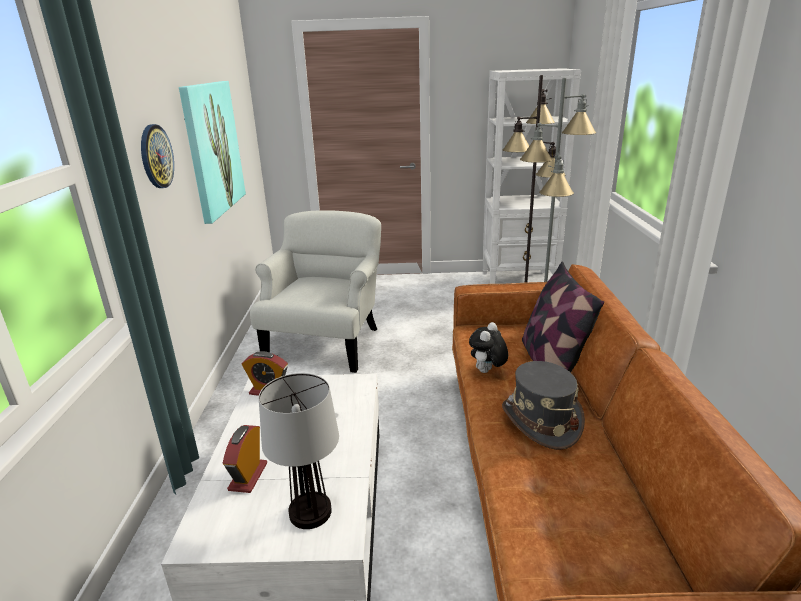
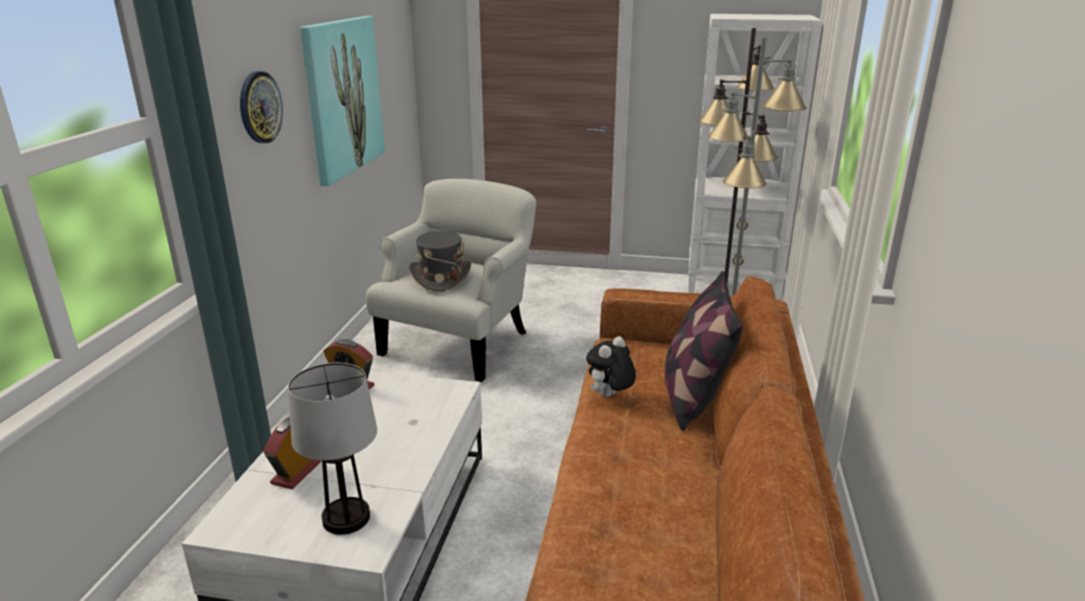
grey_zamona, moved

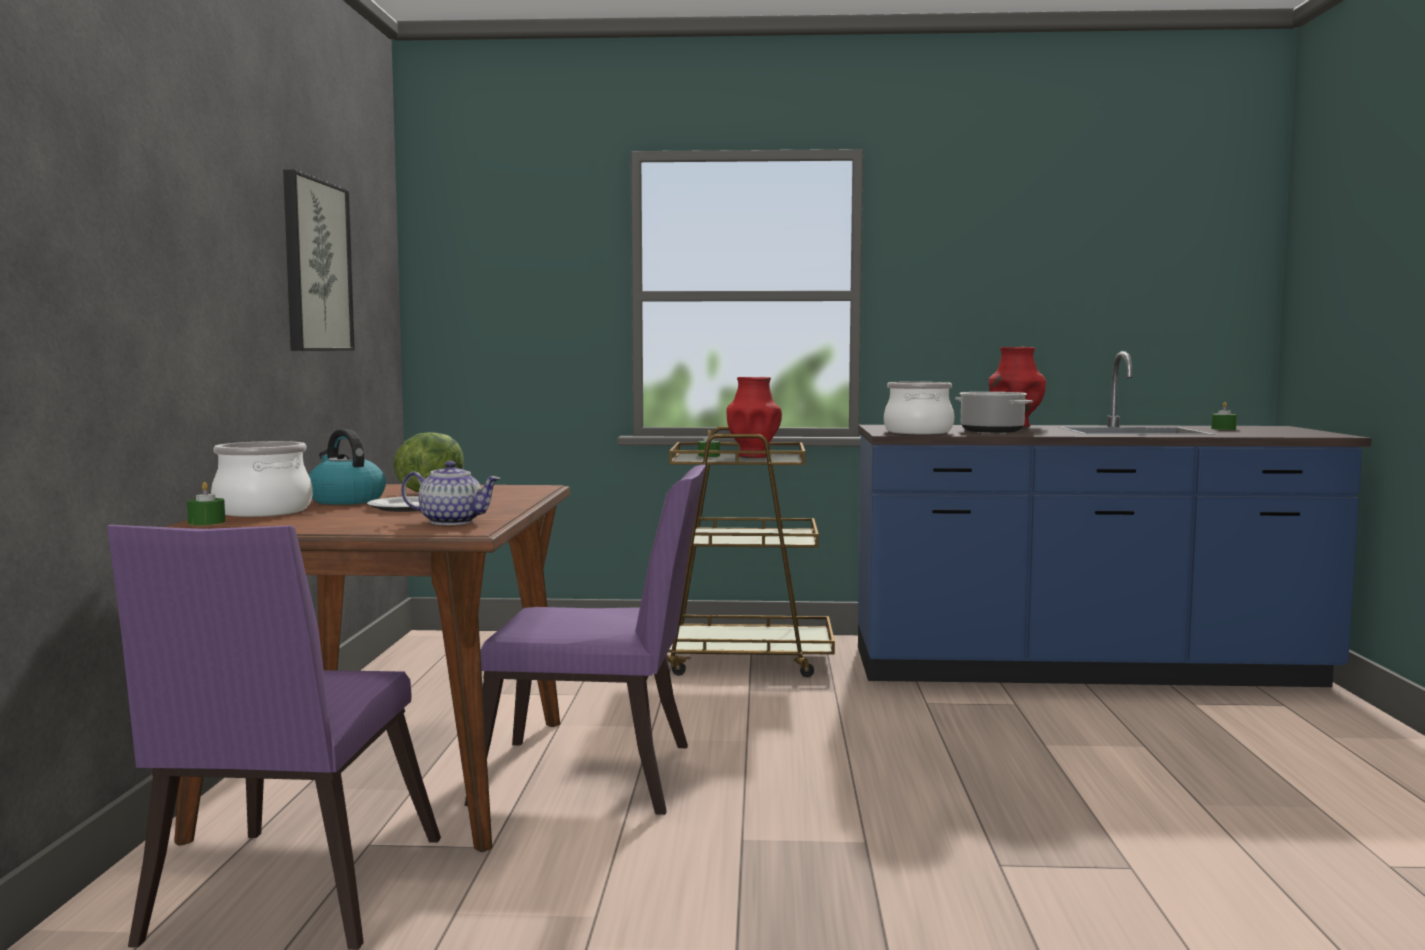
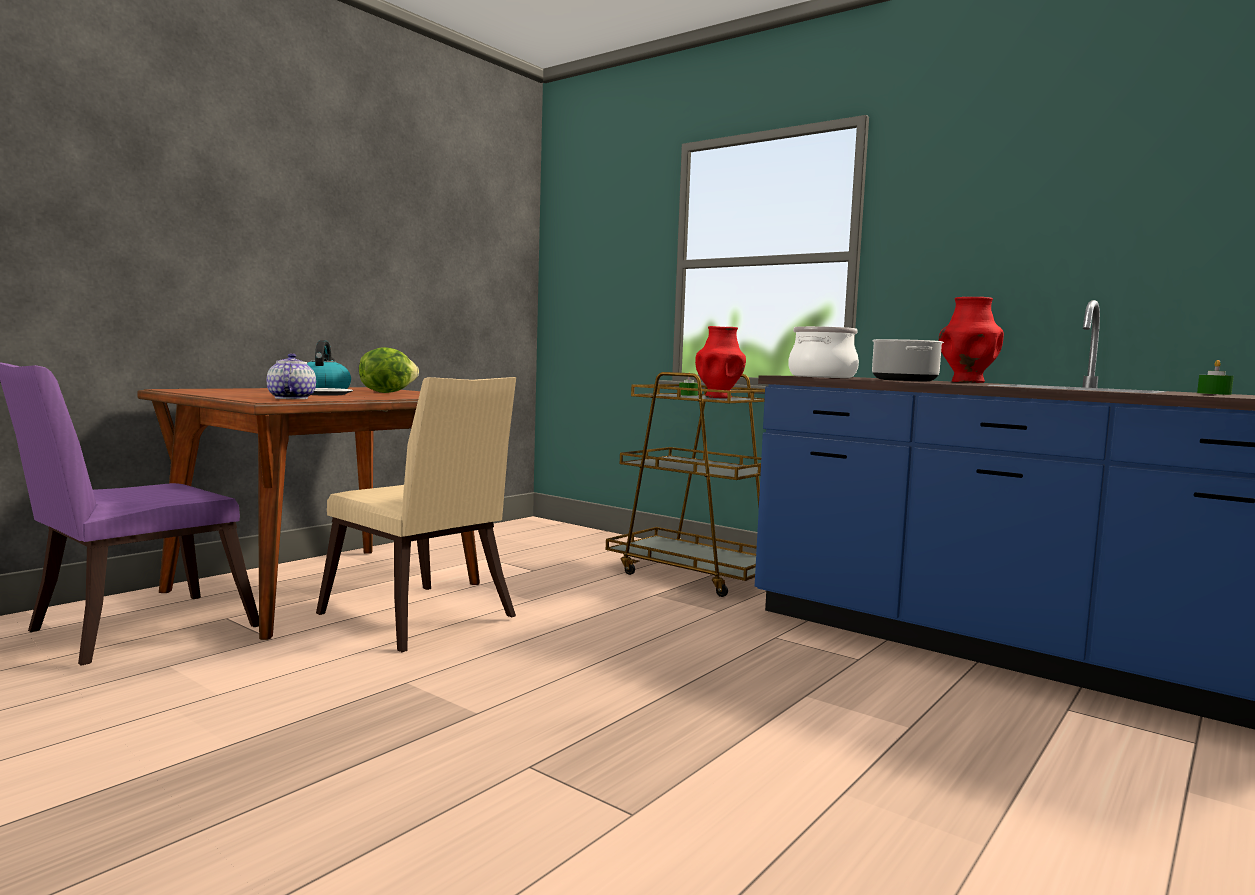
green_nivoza (1st from left) -> none
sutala (1st from left) -> none
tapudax -> none
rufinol, 150 degrees counterclockwise
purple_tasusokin (2nd from left) -> beige_tasusokin

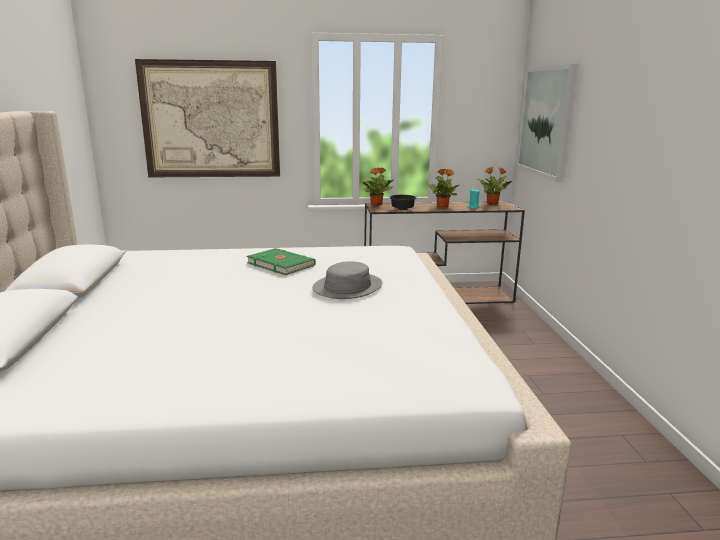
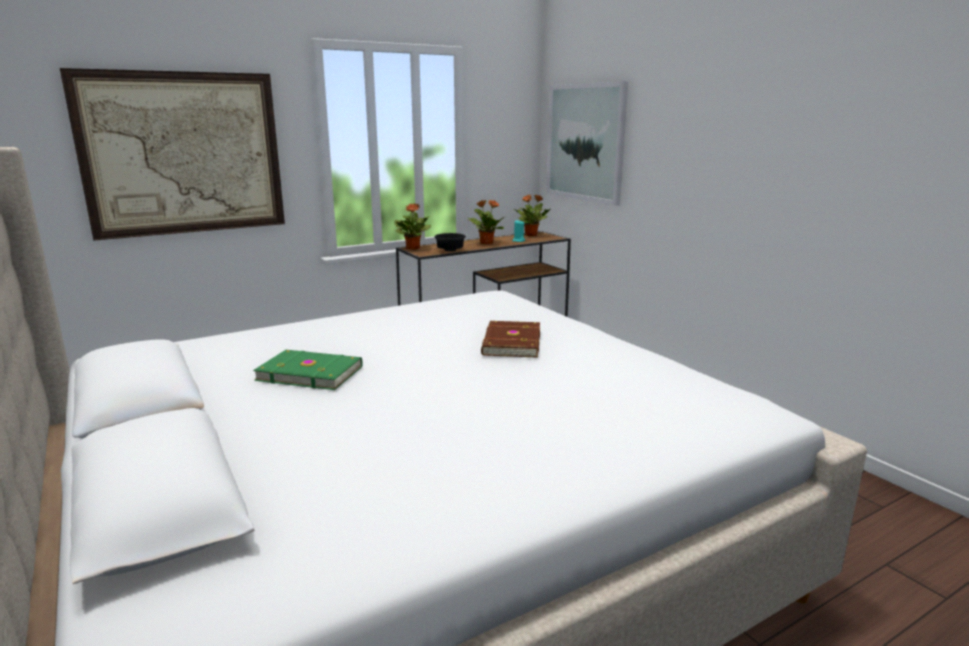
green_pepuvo, moved
grey_zamona -> brown_pepuvo

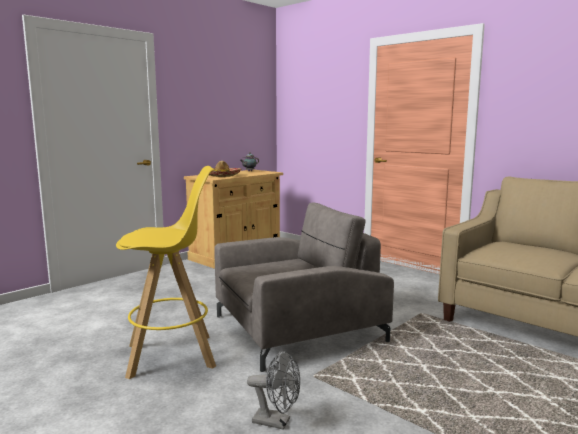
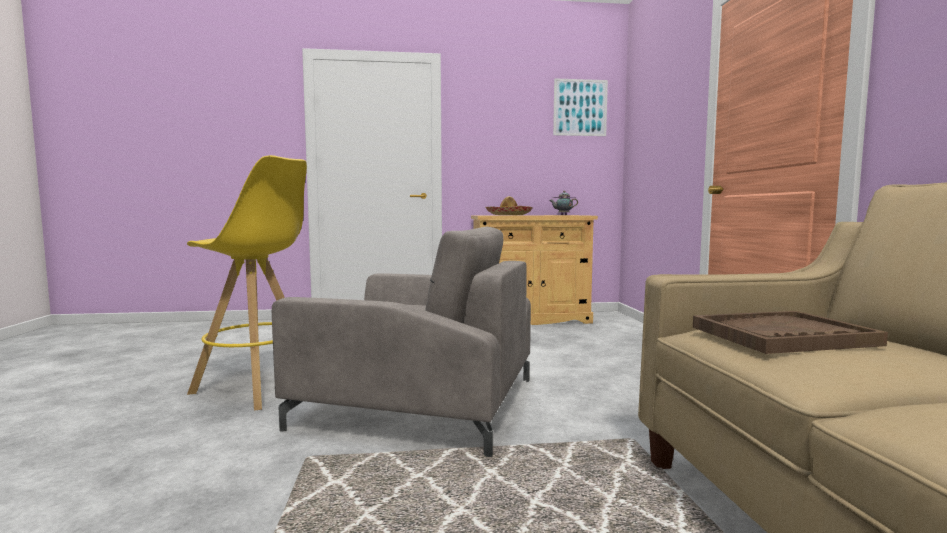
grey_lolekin -> none
none -> tapudax
none -> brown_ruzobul

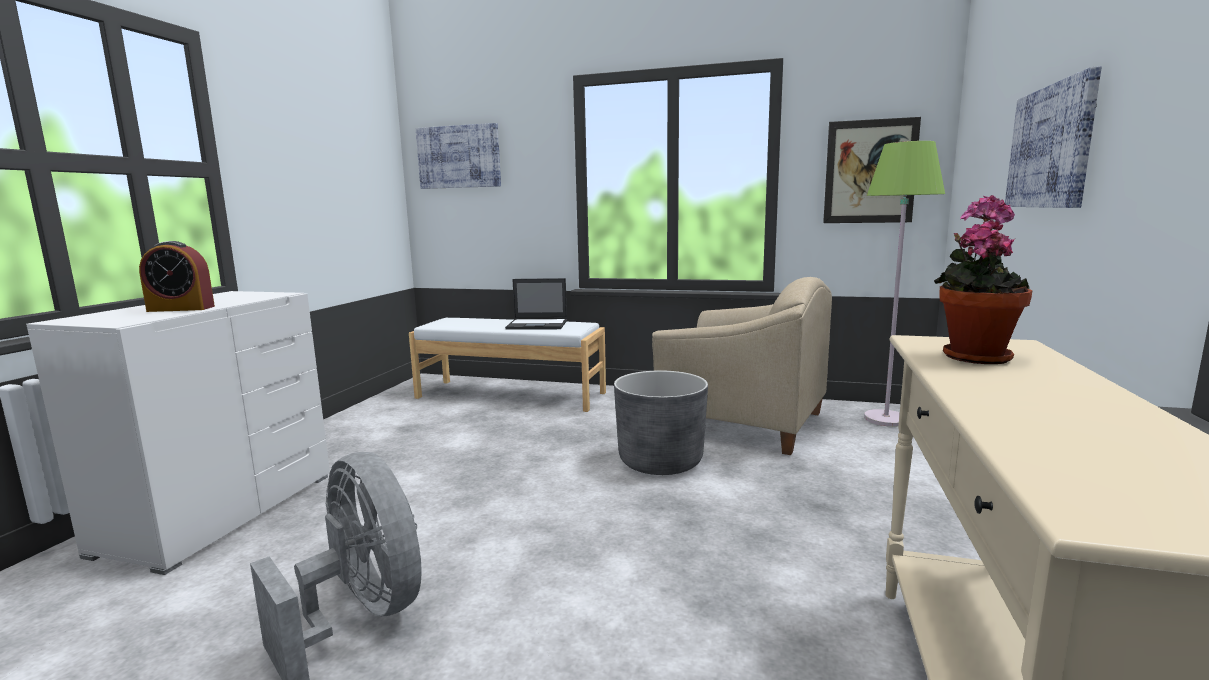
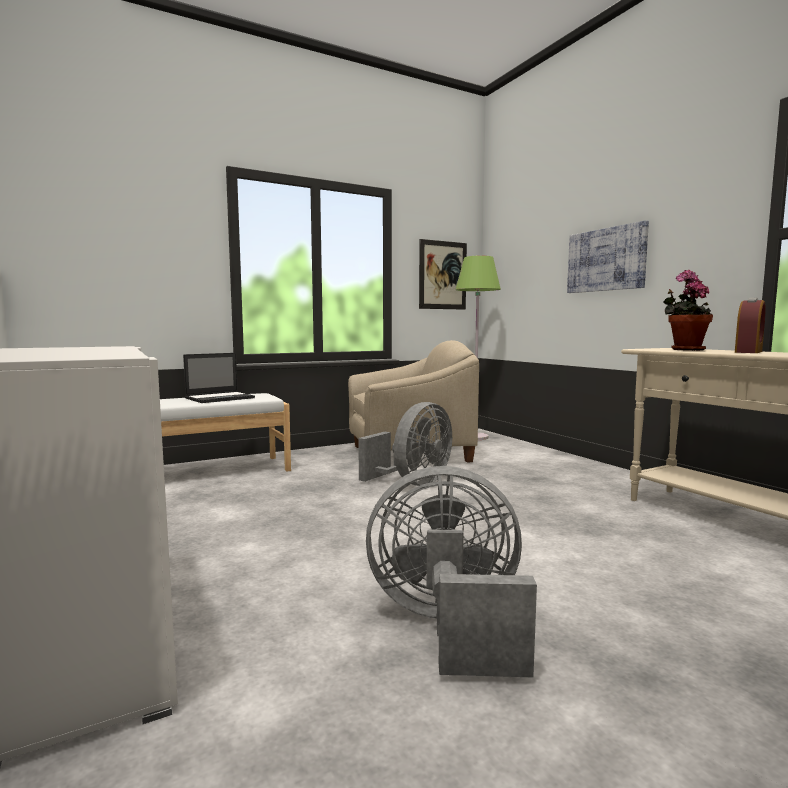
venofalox, moved
tapudax (1st from left) -> none
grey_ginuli -> grey_lolekin (1st from left)

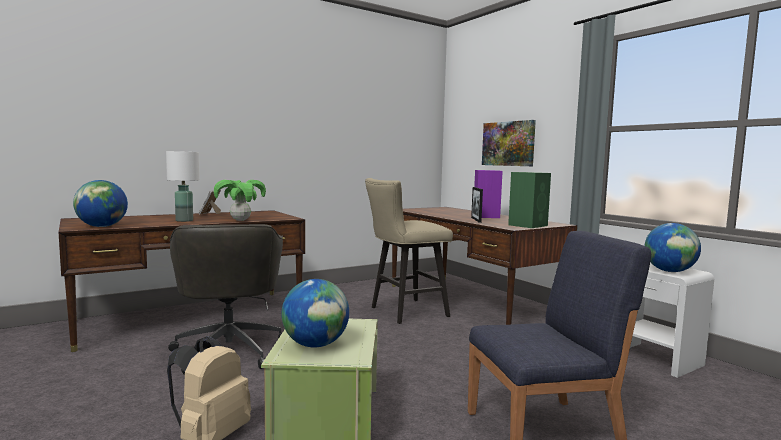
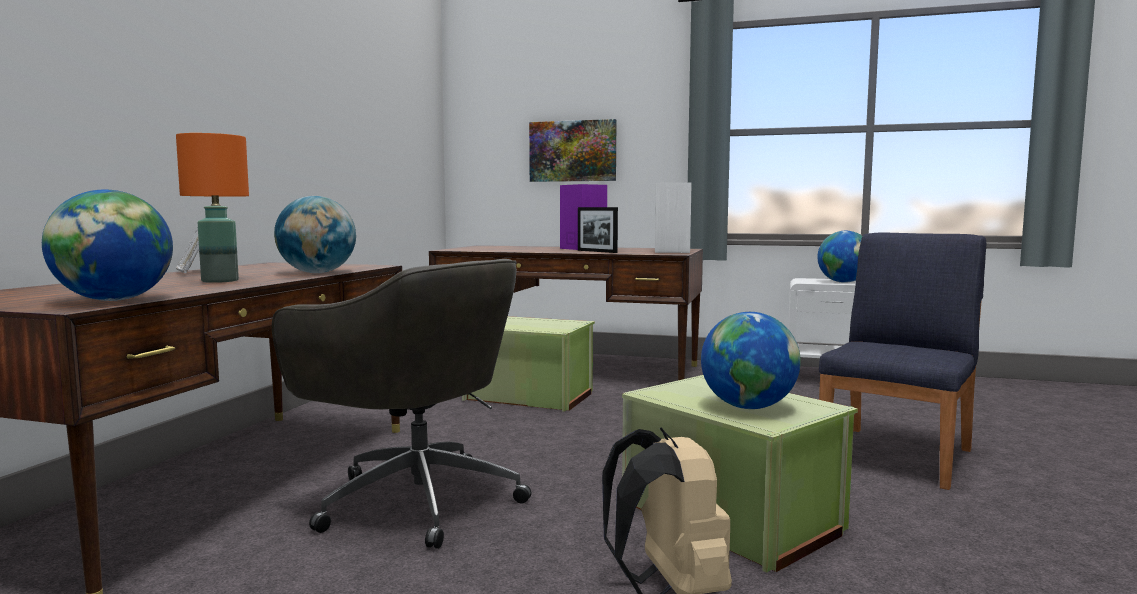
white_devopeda -> orange_devopeda
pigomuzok -> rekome (2nd from left)
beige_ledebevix -> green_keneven (1st from left)
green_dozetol -> white_dozetol

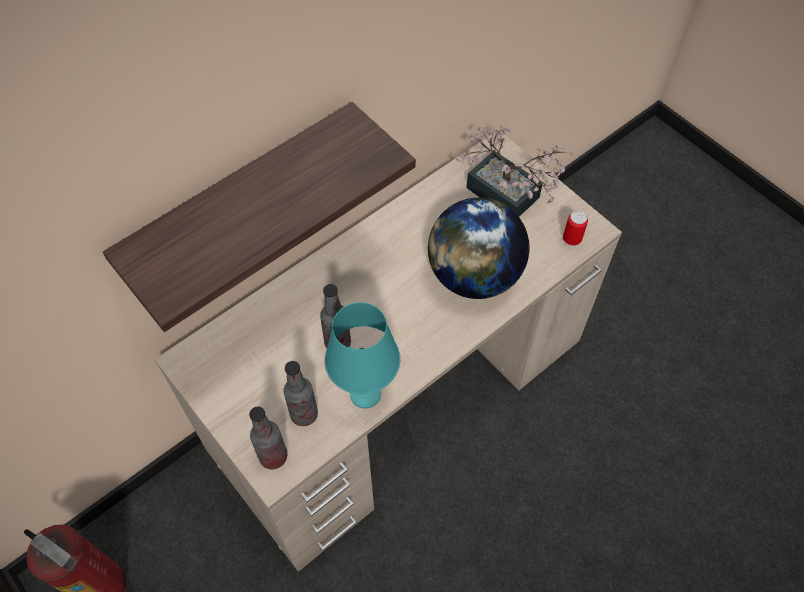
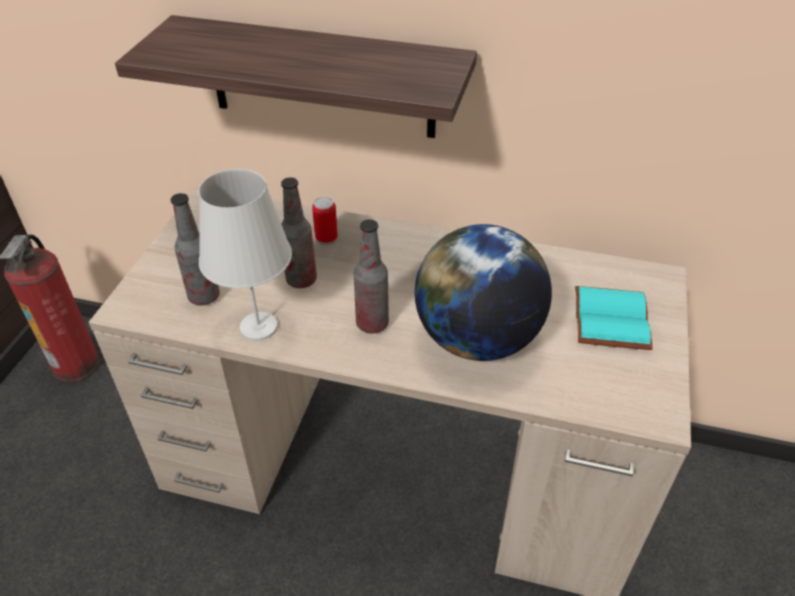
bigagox (1st from left in the first image) -> bigagox (3rd from left), moved
turquoise_devopeda -> white_devopeda
pigomuzok -> turquoise_pepuvo
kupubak, moved

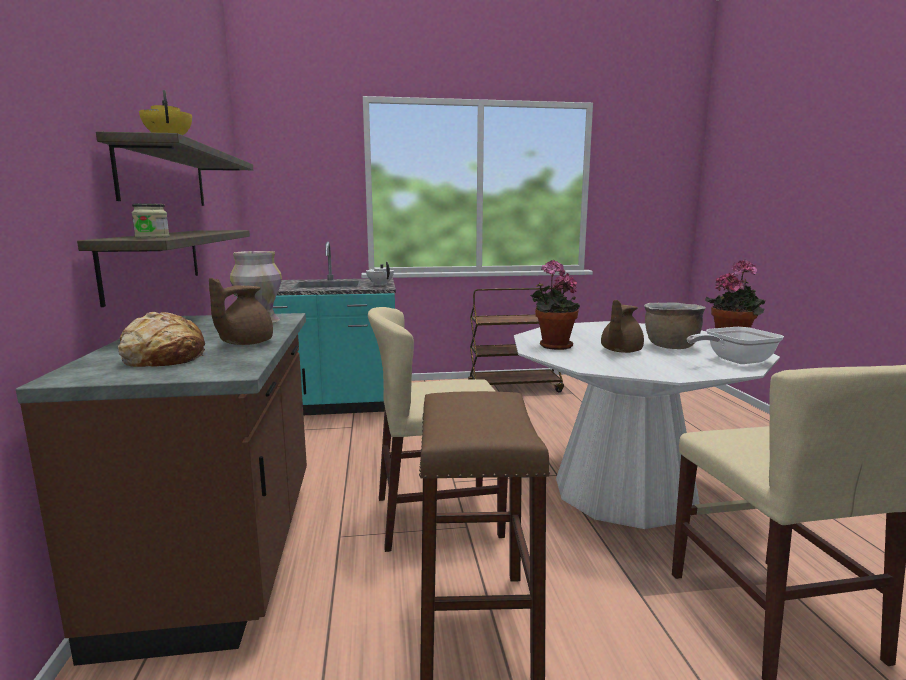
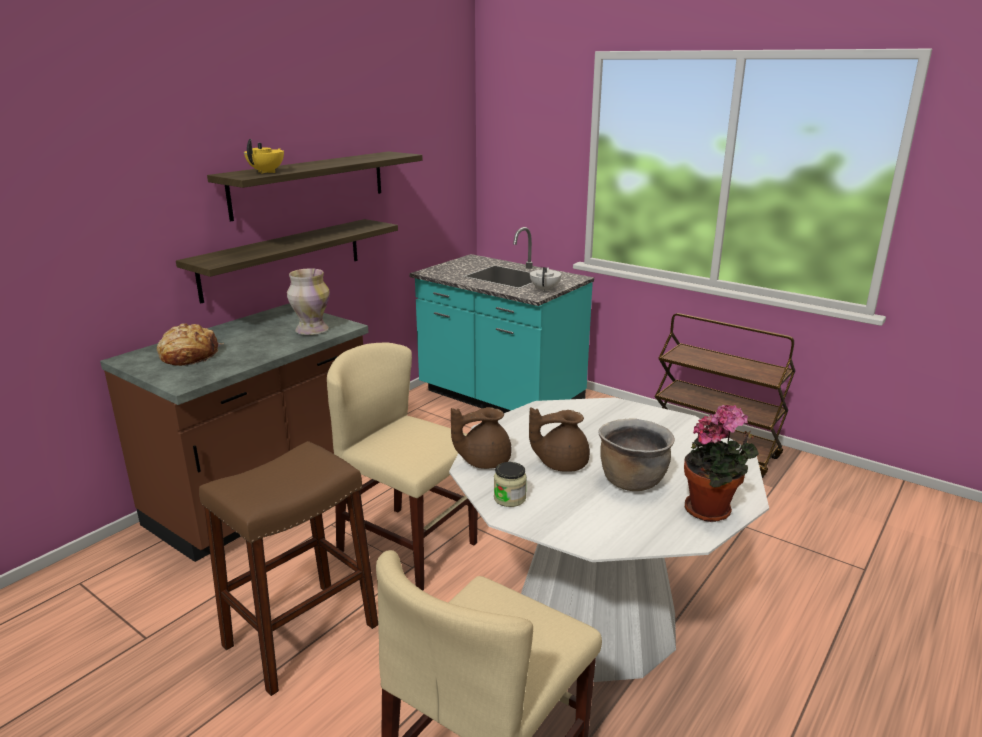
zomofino, moved
brown_rufinol (1st from left), moved
pigomuzok (1st from left) -> none
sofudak -> none

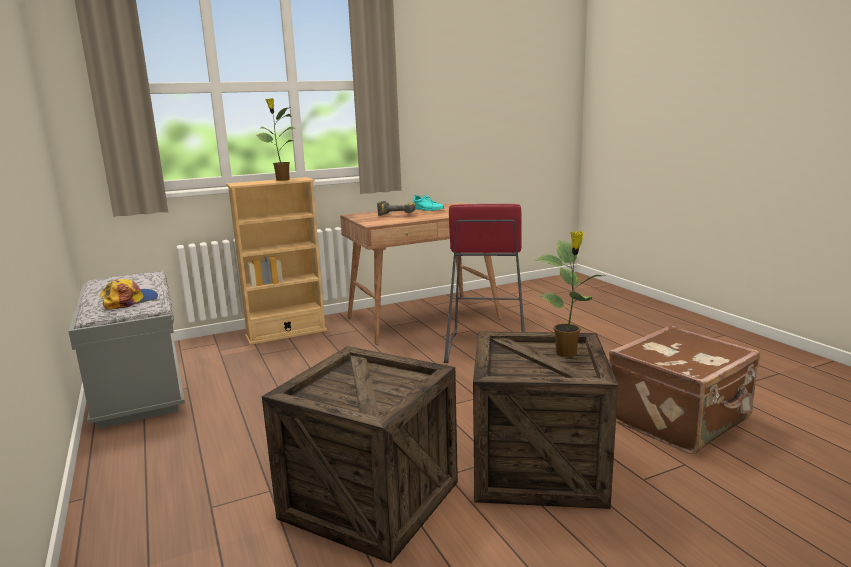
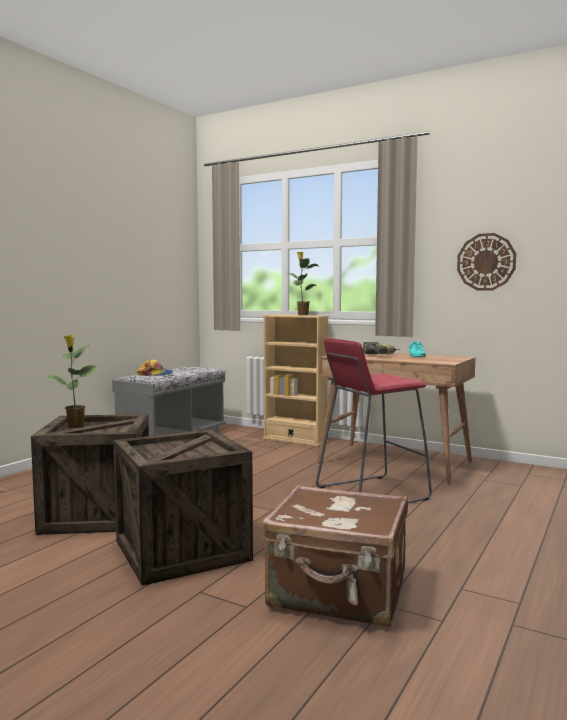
pigomuzok (2nd from left in the first image) -> pigomuzok (1st from left), moved
none -> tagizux

